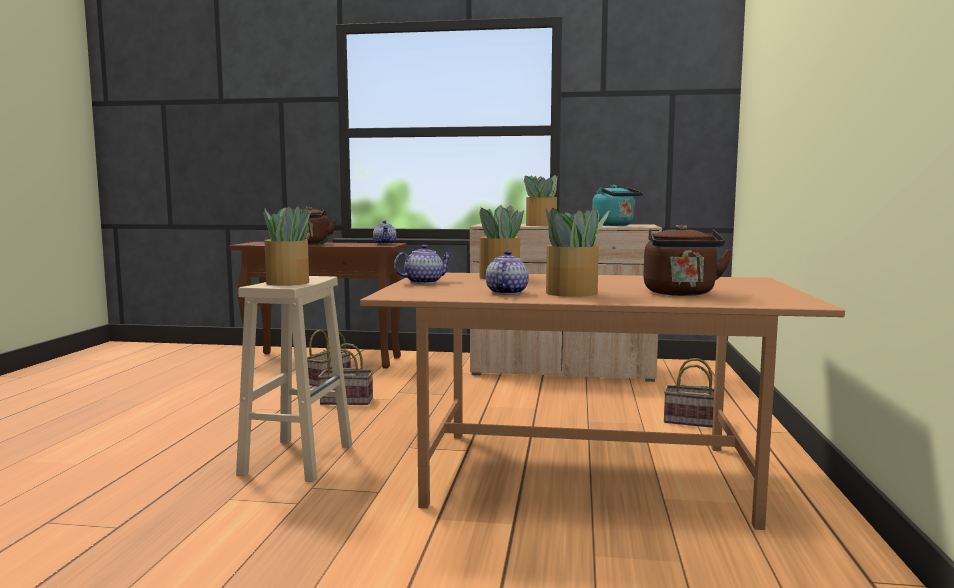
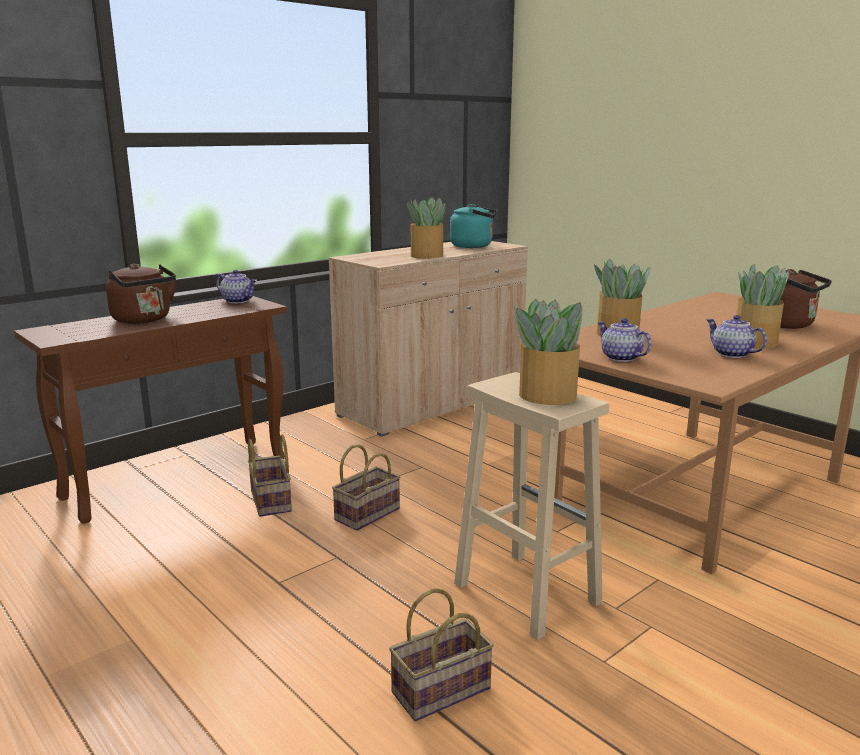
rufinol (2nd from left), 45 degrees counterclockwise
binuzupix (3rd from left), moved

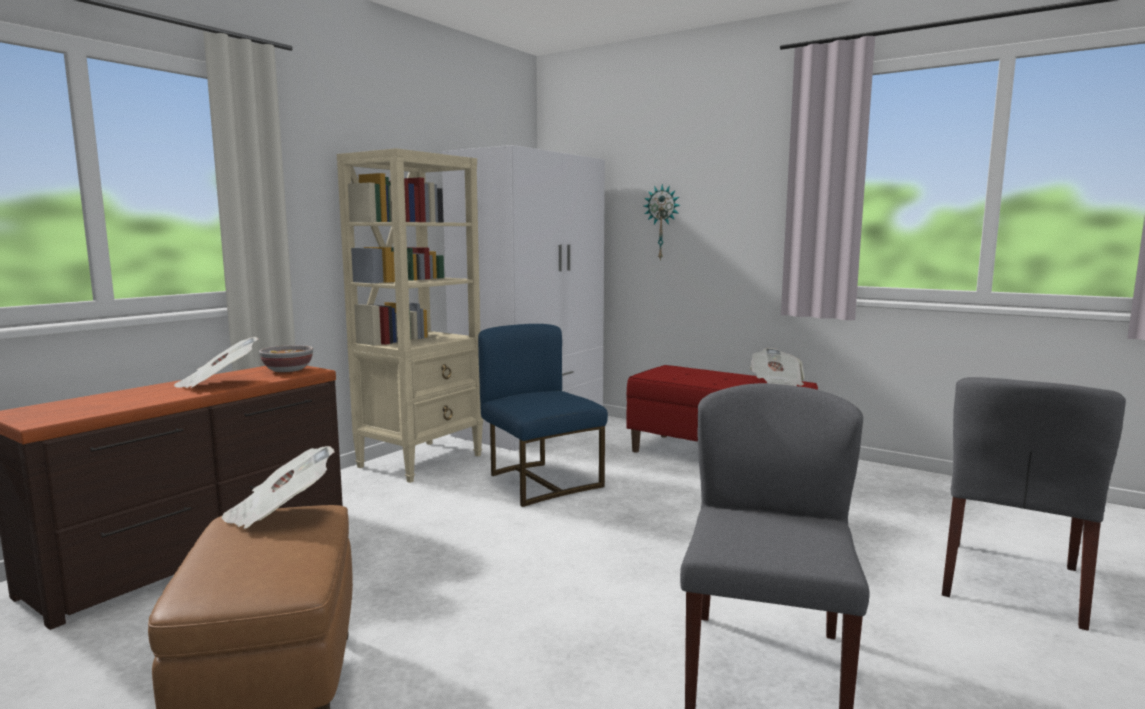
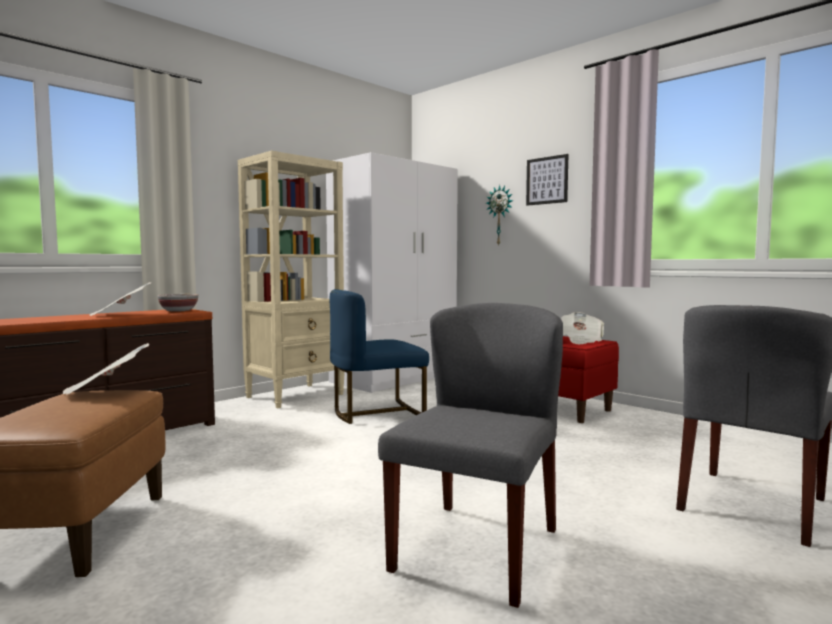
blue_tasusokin, 90 degrees counterclockwise
none -> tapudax

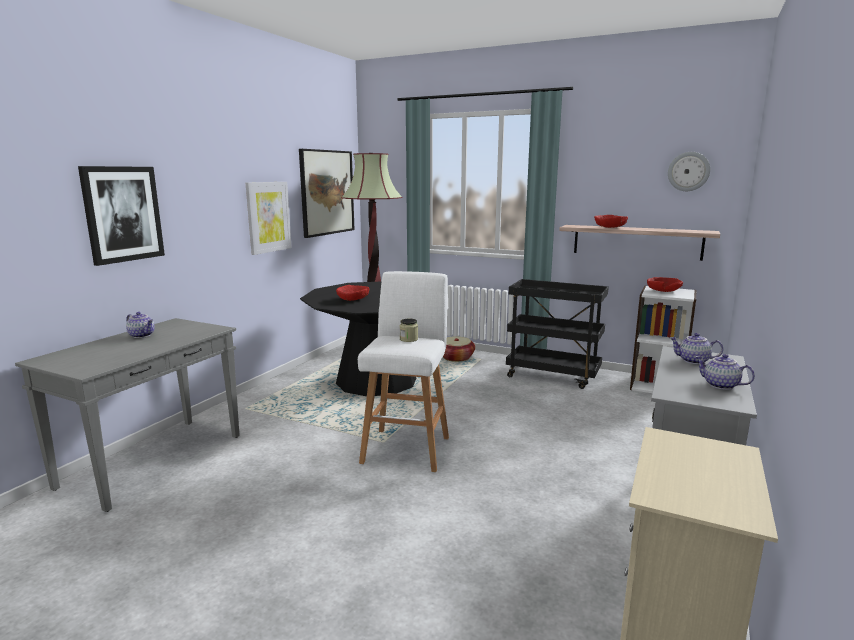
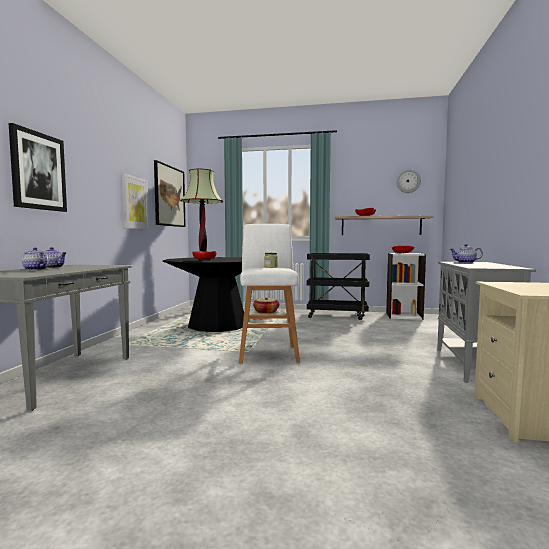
rufinol (3rd from left in the first image) -> rufinol (1st from left), moved

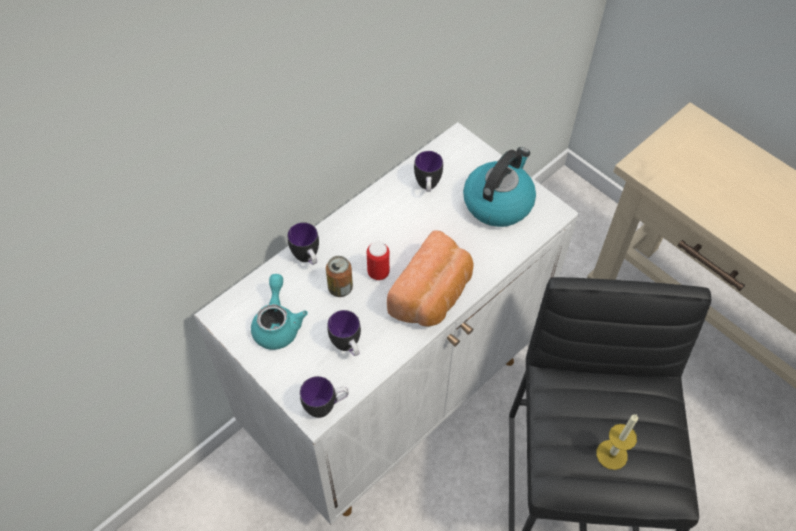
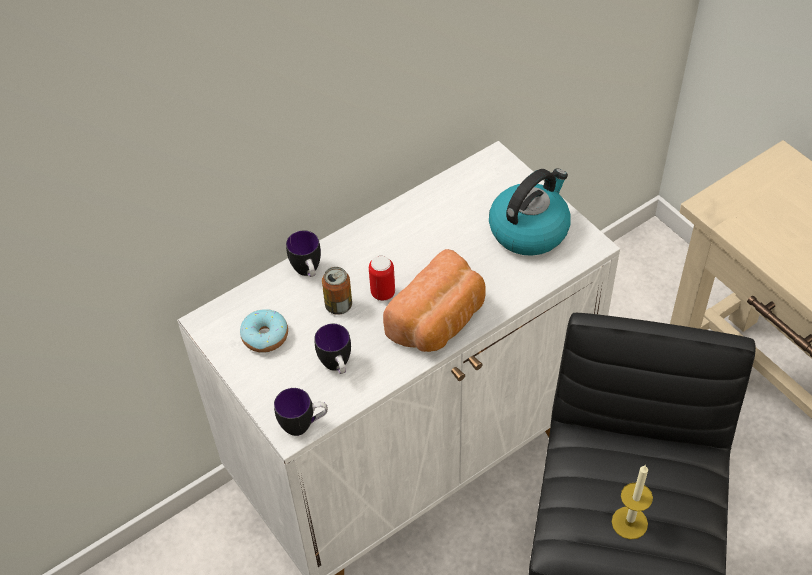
turquoise_rufinol -> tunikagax
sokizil (4th from left) -> none

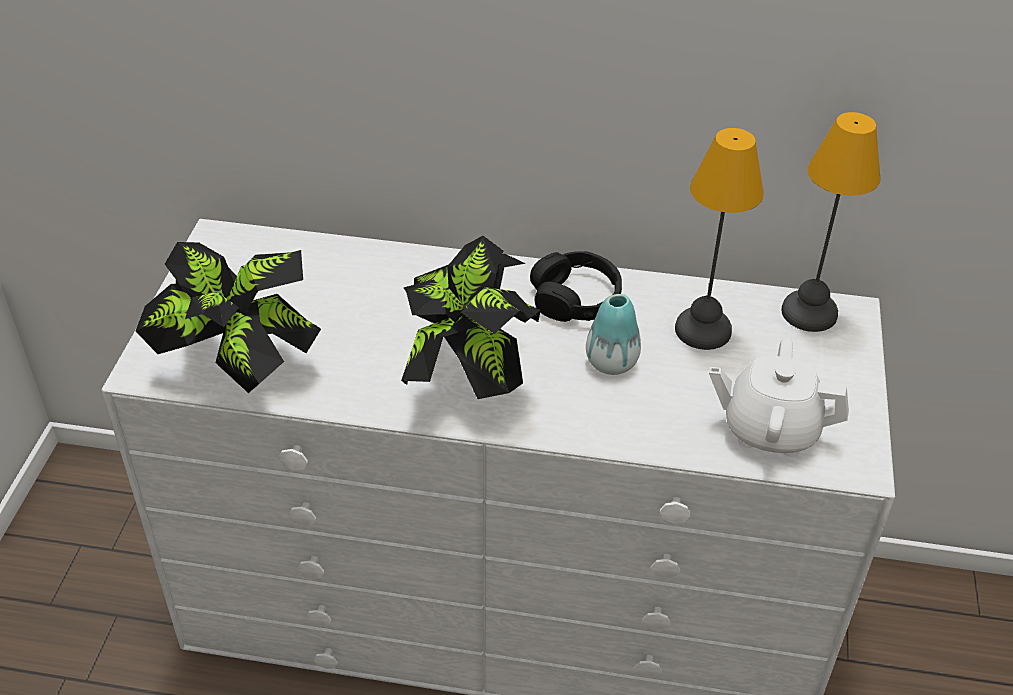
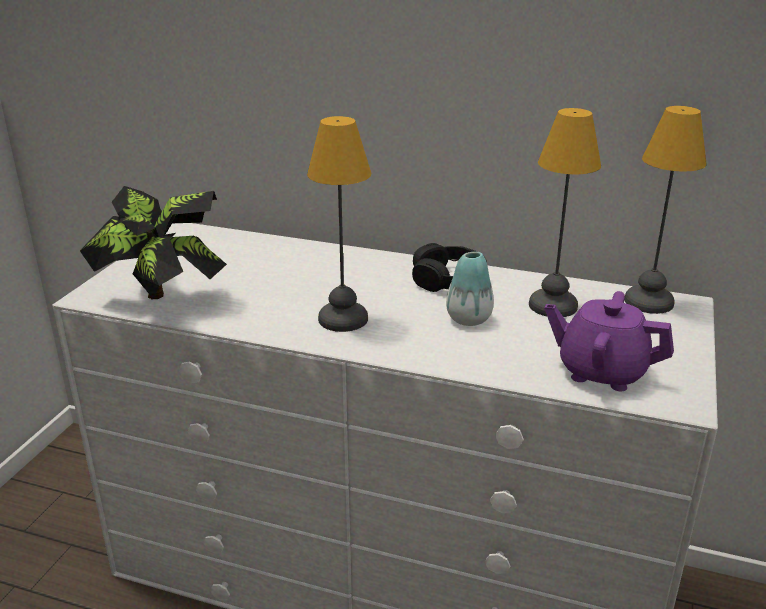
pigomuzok (2nd from left) -> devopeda (1st from left)
white_rufinol -> purple_rufinol

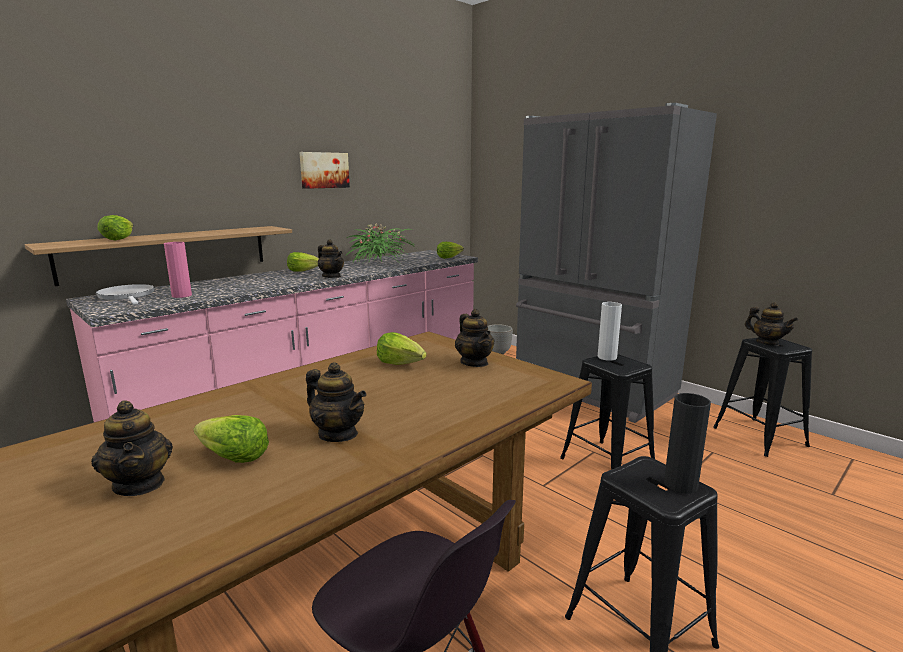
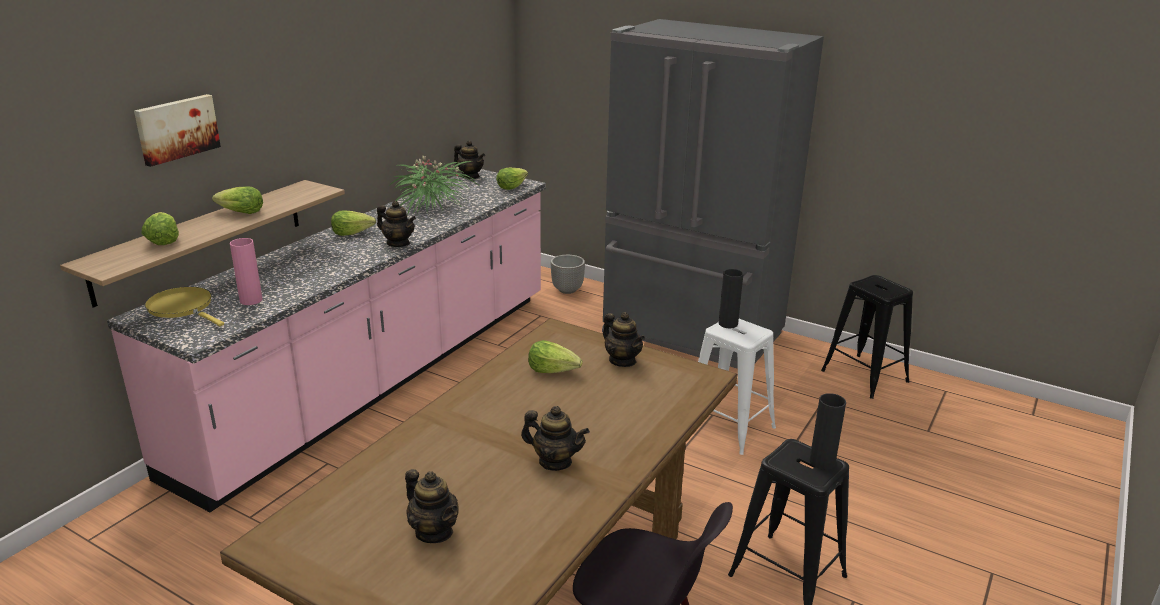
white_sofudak -> yellow_sofudak
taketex (2nd from left), moved
tapudax, moved
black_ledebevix (1st from left) -> white_ledebevix
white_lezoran -> black_lezoran (1st from left)
rufinol (5th from left in the first image) -> rufinol (3rd from left), moved

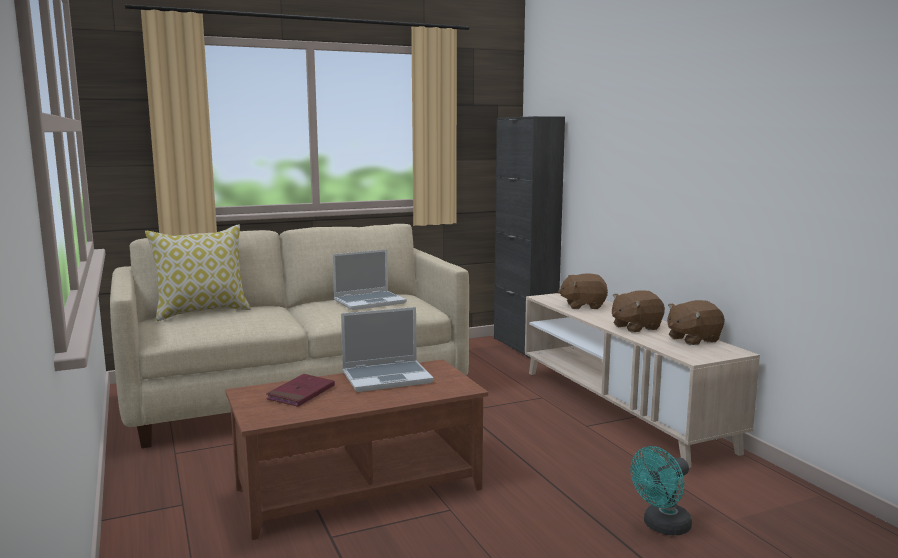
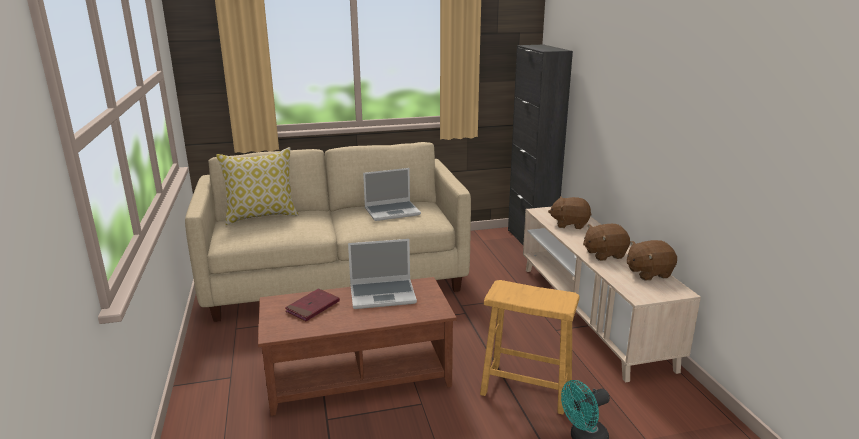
none -> brown_ledebevix

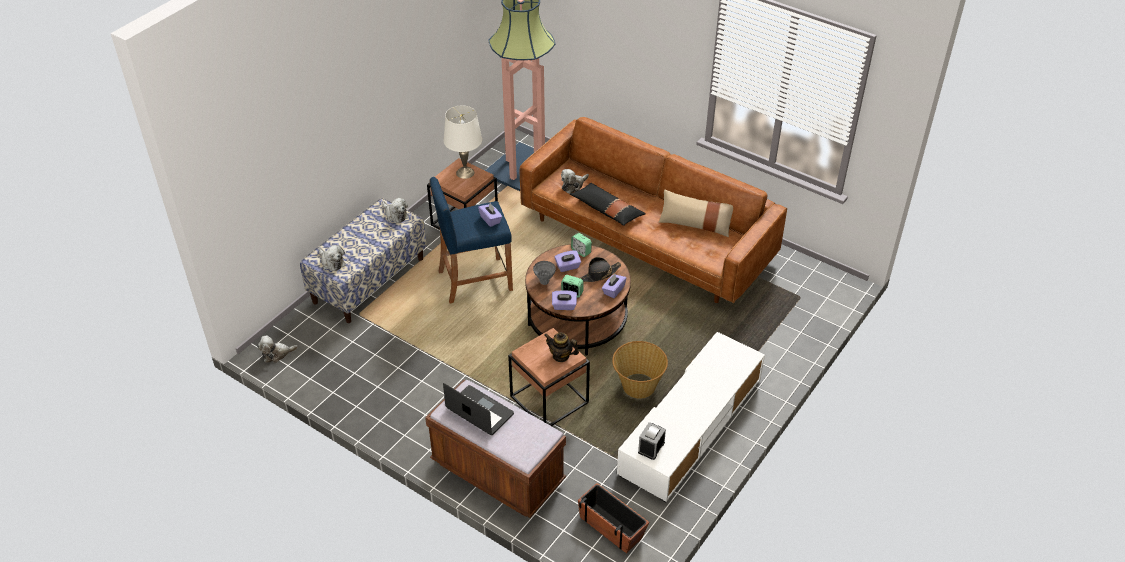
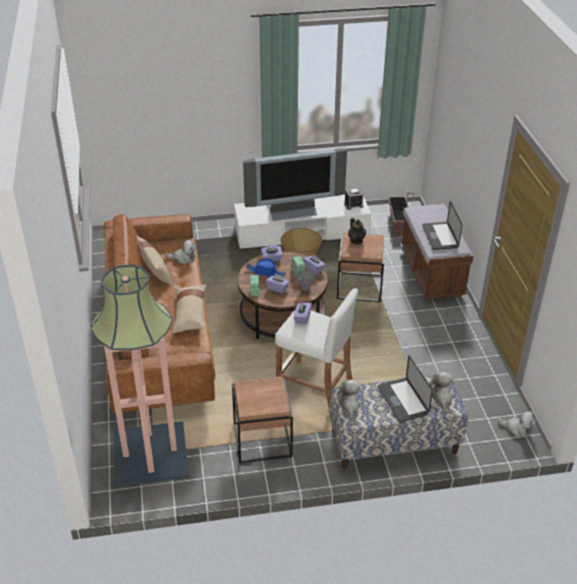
blue_ledebevix -> white_ledebevix
white_devopeda -> none
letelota (4th from left in the first image) -> letelota (1st from left), moved
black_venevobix -> beige_venevobix (2nd from left)
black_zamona -> blue_zamona
none -> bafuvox
none -> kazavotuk (1st from left)

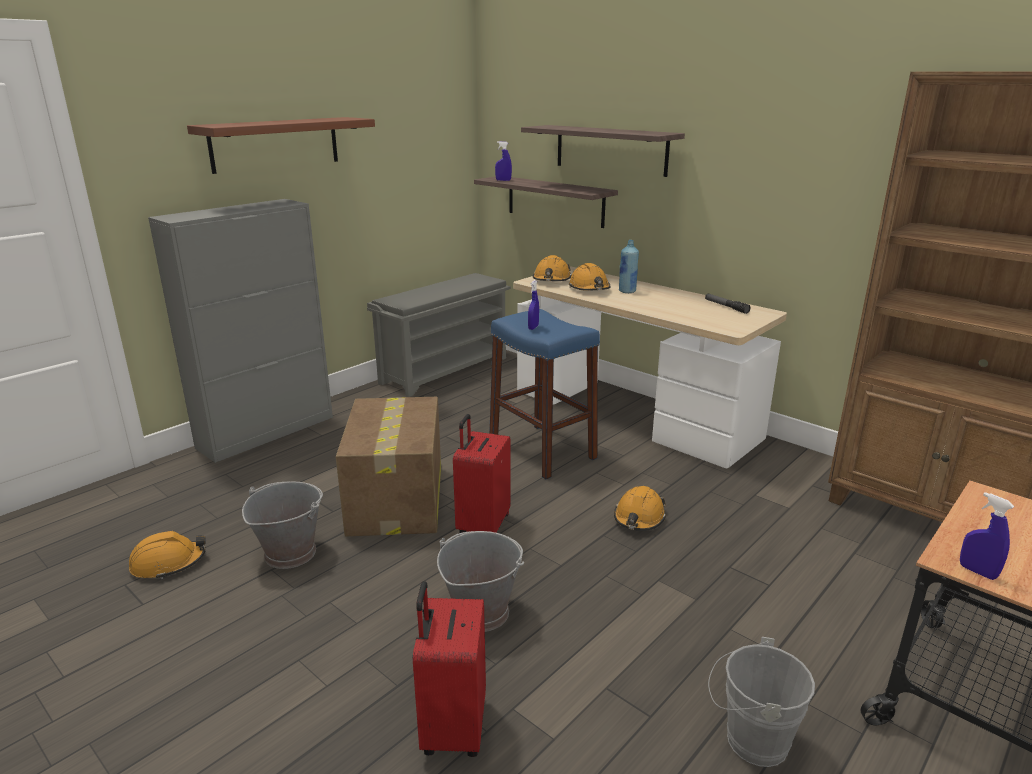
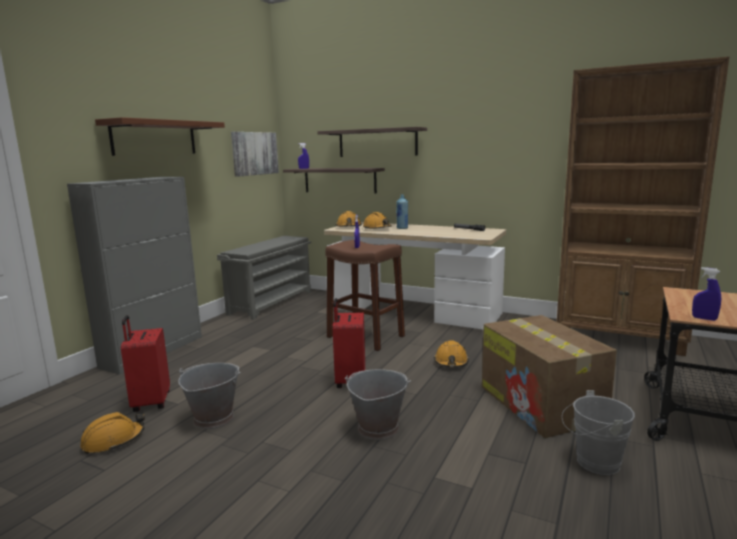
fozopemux, moved
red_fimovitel (1st from left), moved
blue_ledebevix -> brown_ledebevix
none -> tapudax

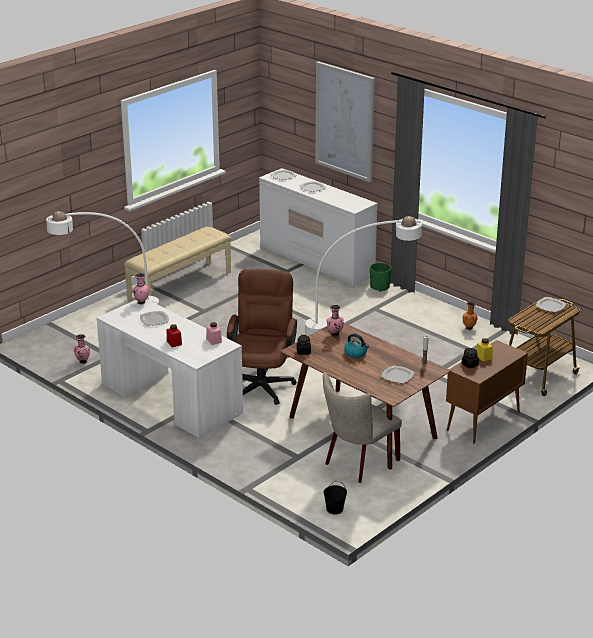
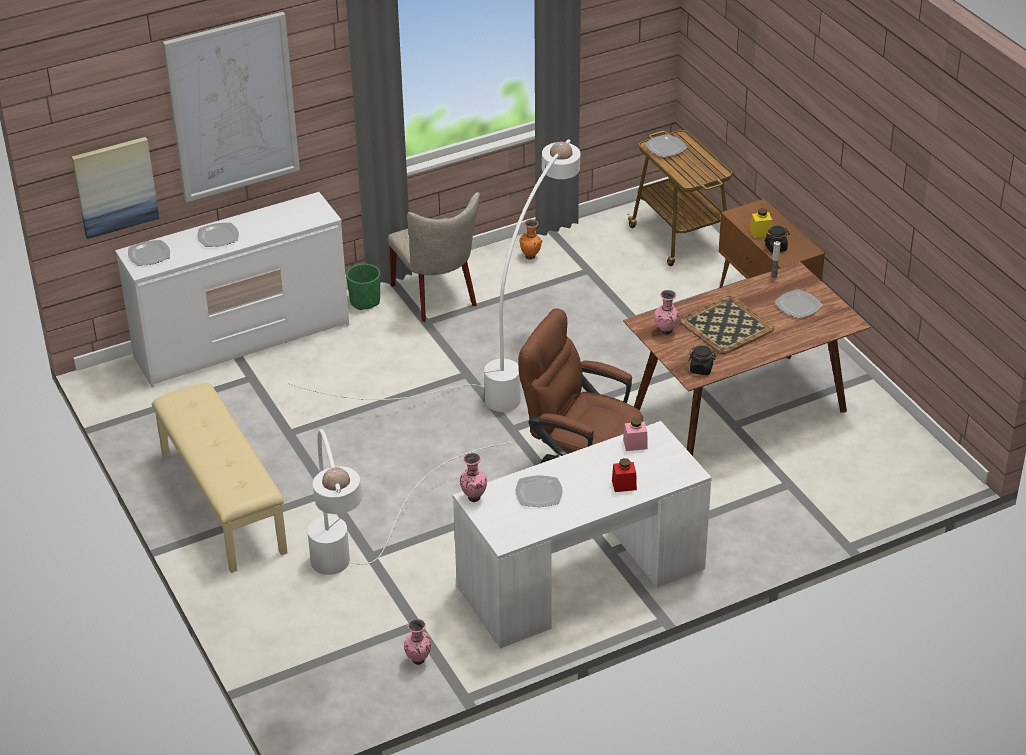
beige_tasusokin, moved
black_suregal -> none
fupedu -> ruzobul
none -> tapudax (1st from left)

